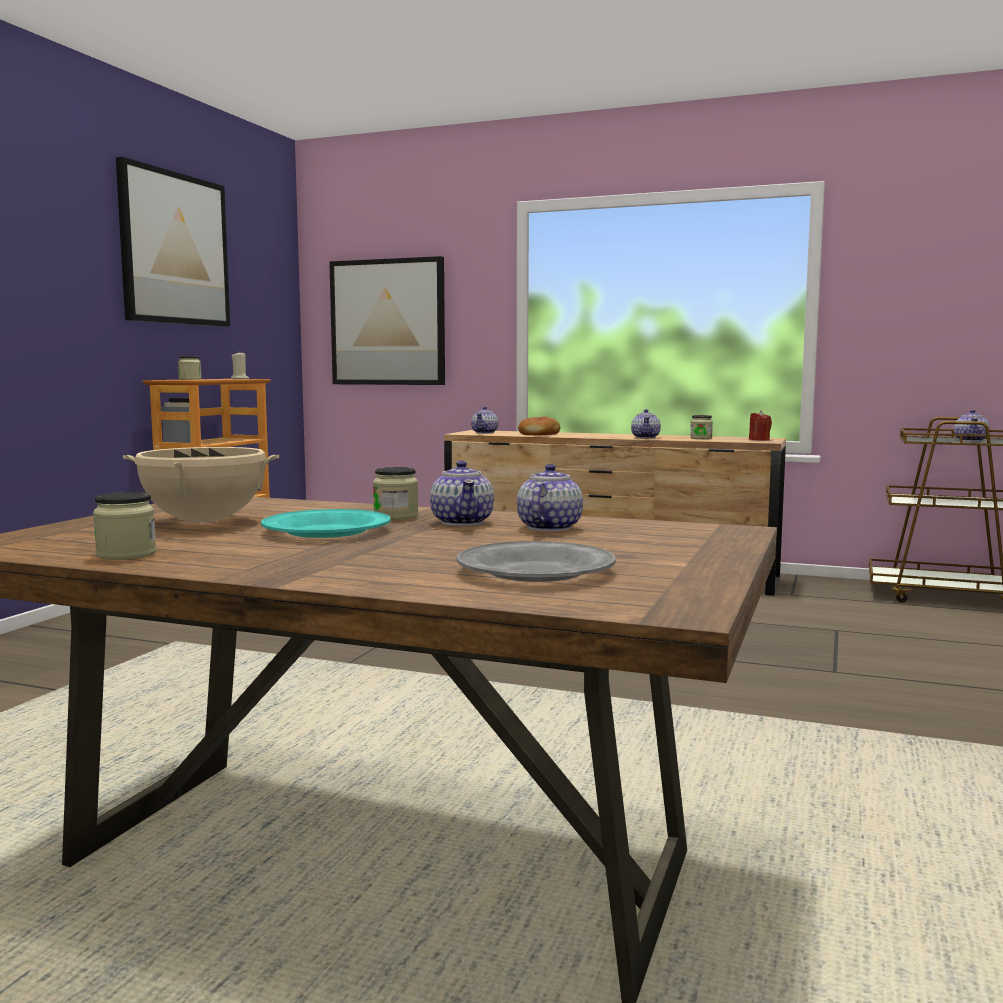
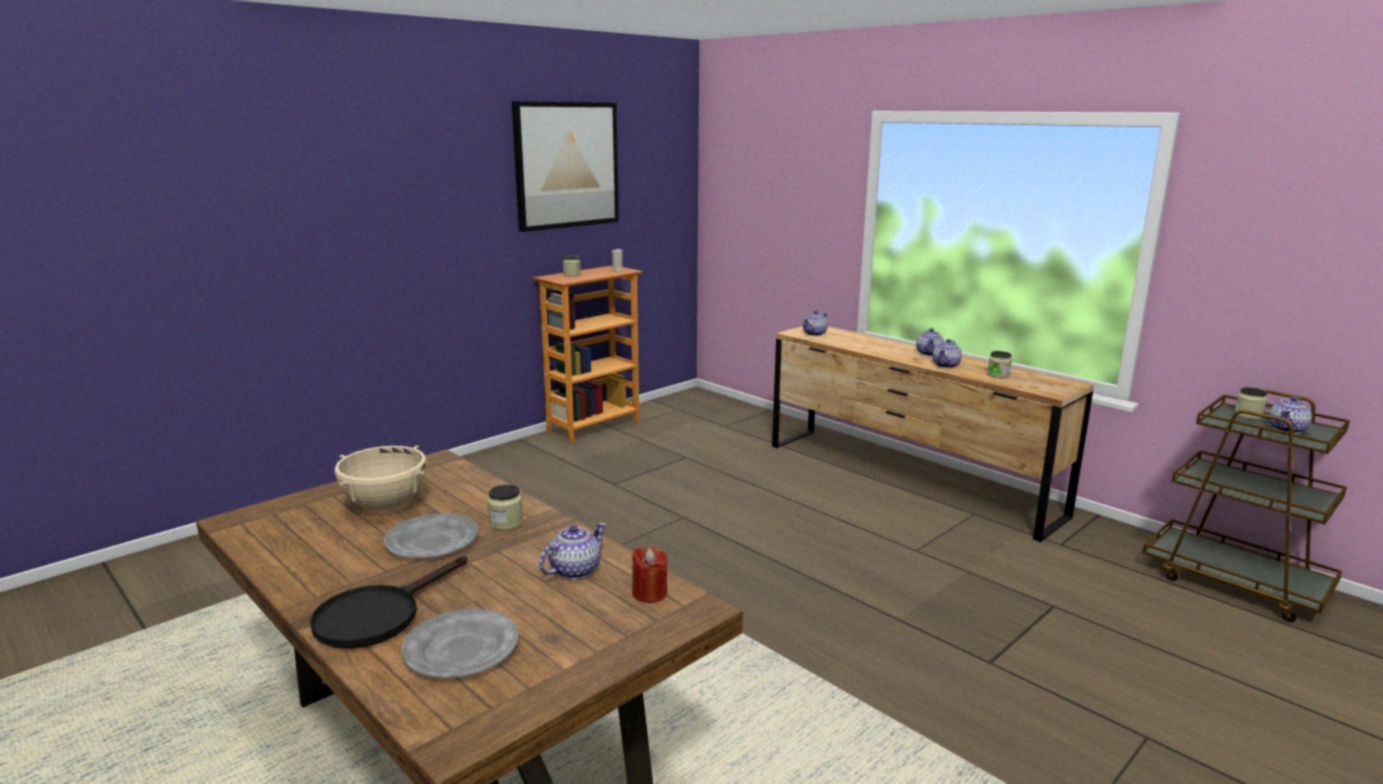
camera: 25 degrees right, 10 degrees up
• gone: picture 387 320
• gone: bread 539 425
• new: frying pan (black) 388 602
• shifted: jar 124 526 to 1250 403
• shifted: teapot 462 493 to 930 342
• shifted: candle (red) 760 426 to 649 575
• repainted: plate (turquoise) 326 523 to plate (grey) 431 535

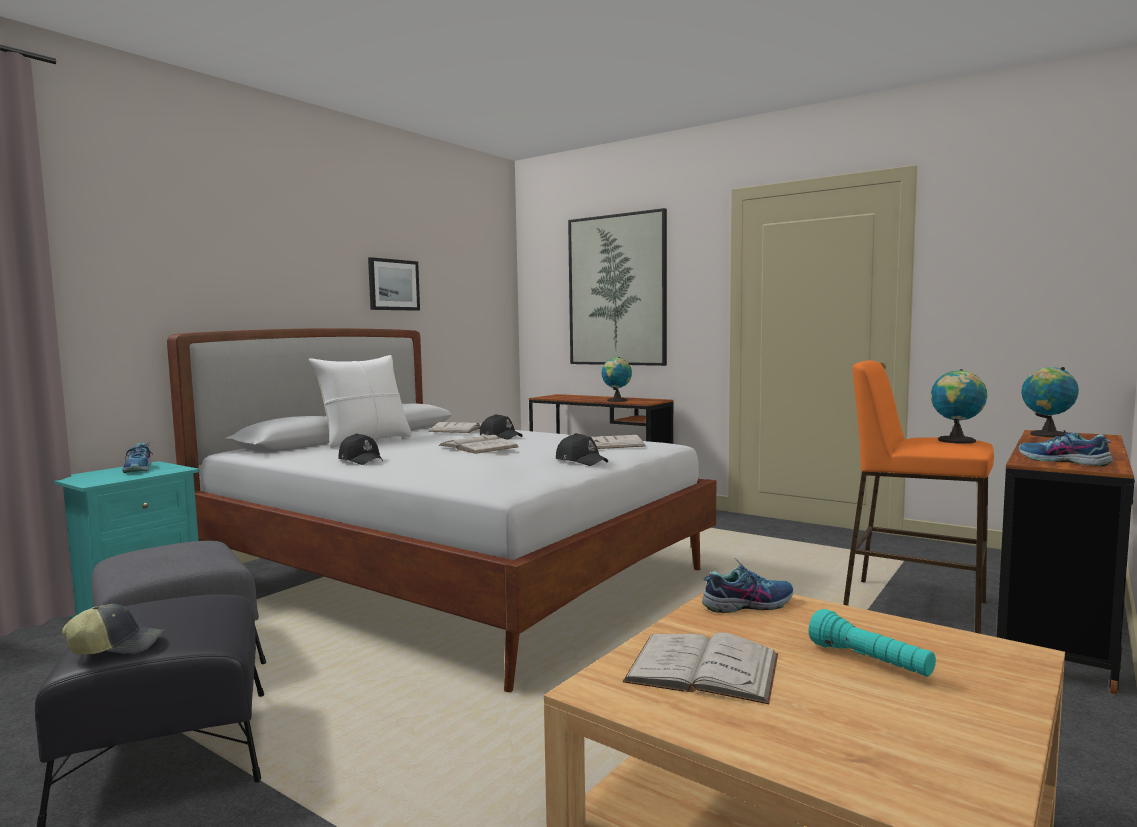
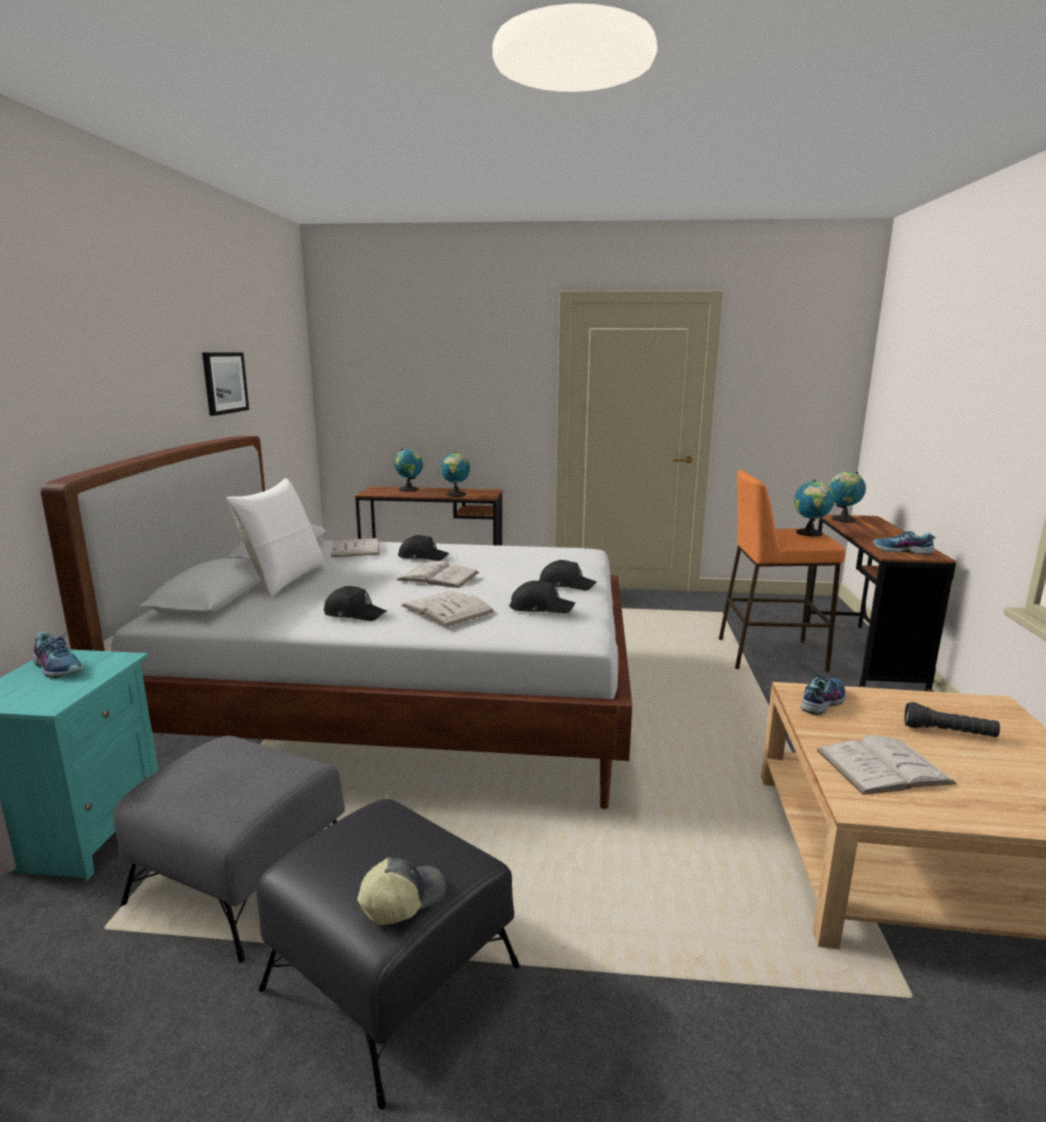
camera: 30 degrees left, 10 degrees up
• gone: picture 617 287
• new: globe 408 470
• new: cap (black) 542 597
• shifted: book (white) 618 442 to 448 609
• repainted: flashlight (turquoise) 872 643 to flashlight (black) 952 719

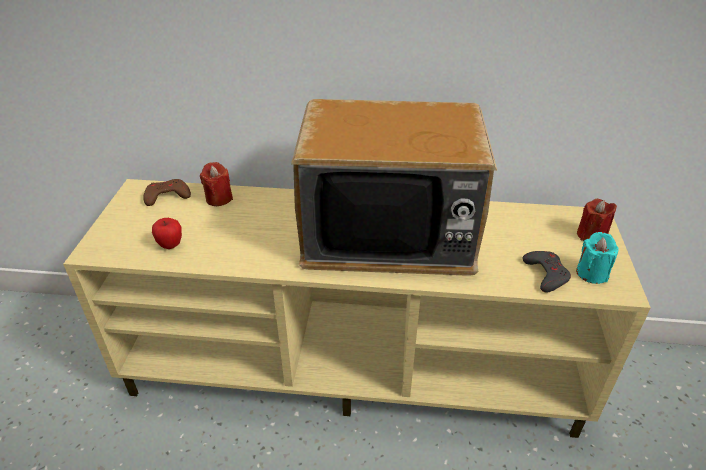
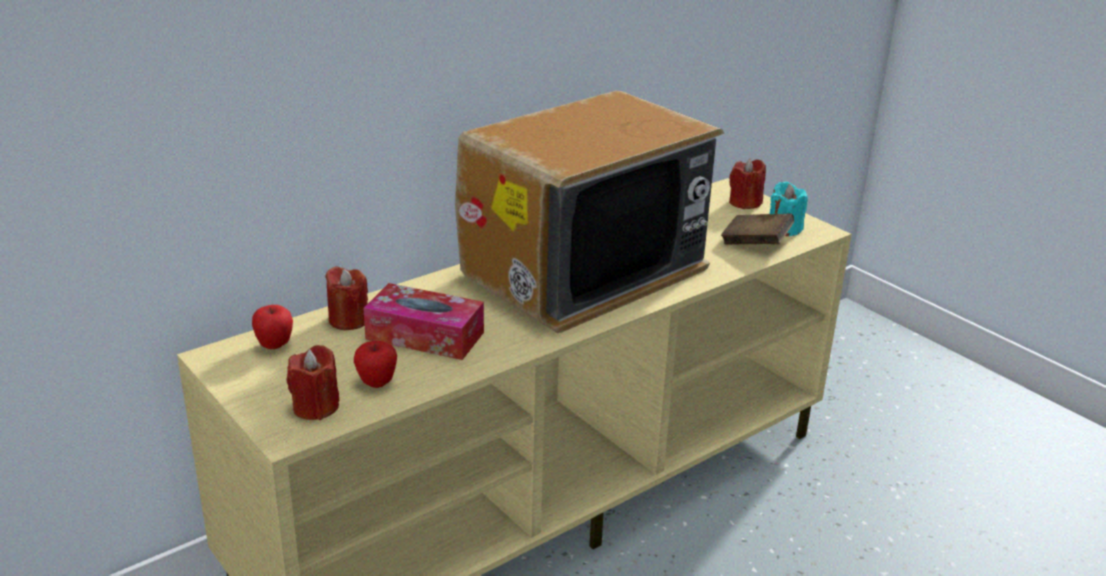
camera: 45 degrees left, 10 degrees down
• new: candle (red) 313 382
• new: tissue box 423 321
• swapped: game controller (brown) 167 192 to apple 272 327
• swapped: game controller (grey) 546 272 to book (brown) 757 229

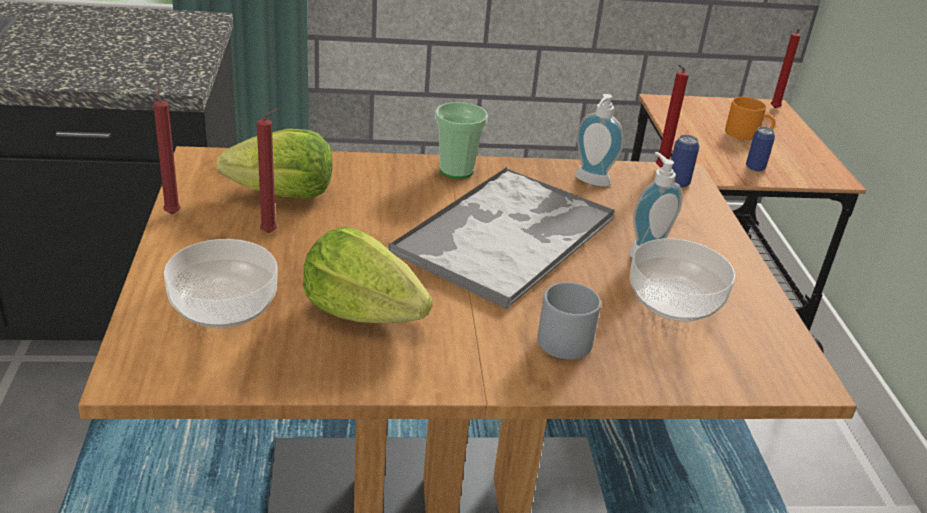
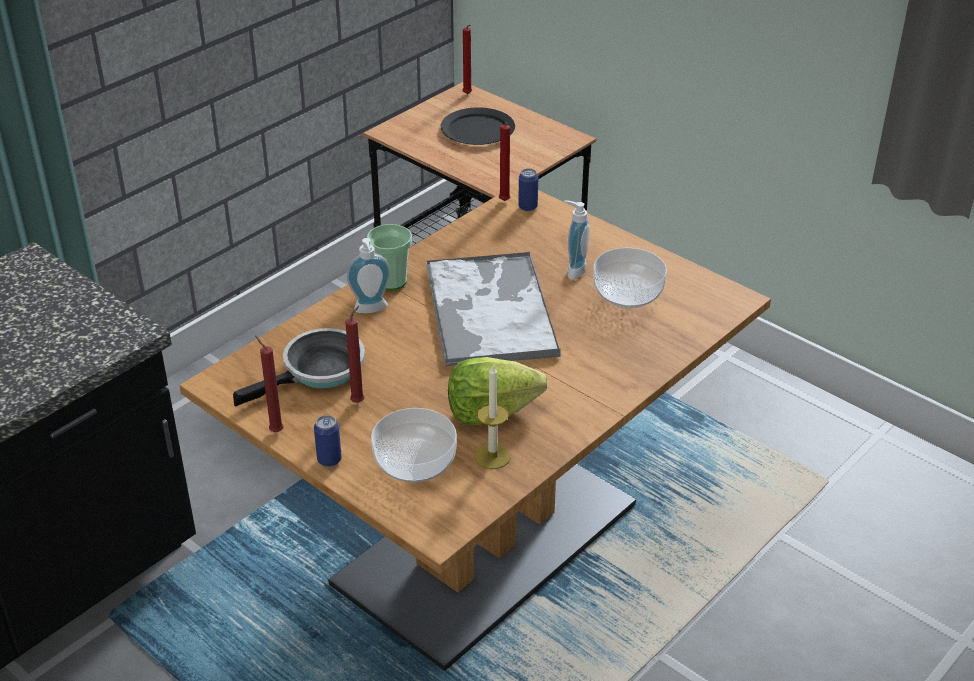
camera: 40 degrees left, 5 degrees up
• gone: mug (grey) 569 320
• new: candle 493 417
• shifted: soap dispenser 599 140 to 369 275
• shifted: can 760 149 to 328 441
• swapped: lettuce 274 163 to frying pan 299 367
• swapped: mug (orange) 750 118 to plate (black) 478 126

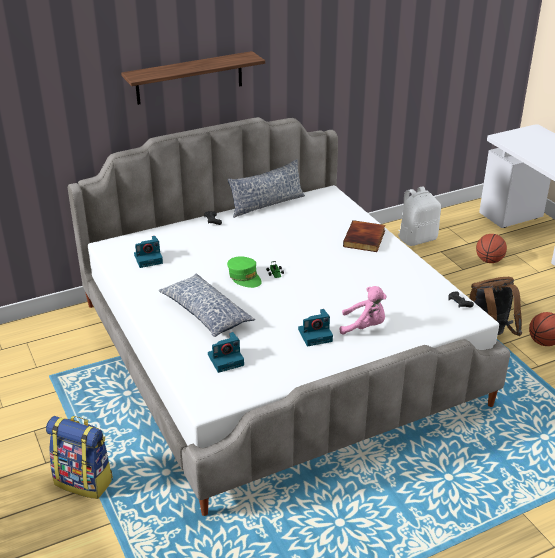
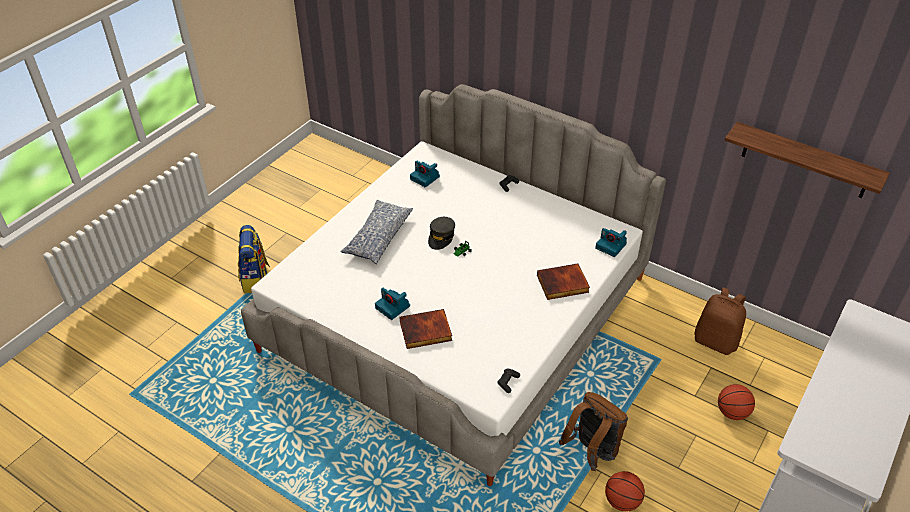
camera: 60 degrees right, 10 degrees up
• gone: pillow 266 188
• shifted: shelf 193 78 to 807 160
• shifted: photo camera 226 352 to 611 242
• swapped: plush toy (pink) 363 310 to book 426 329
• repainted: cap (green) 244 272 to cap (grey) 441 233
• repainted: backpack (white) 419 216 to backpack (brown) 720 321

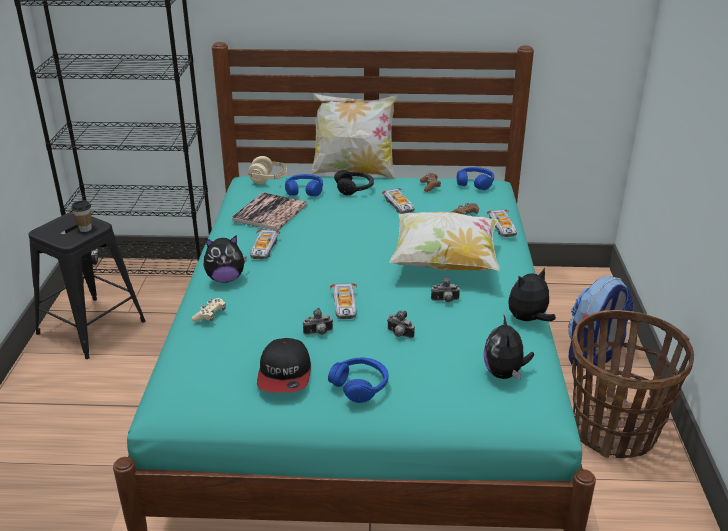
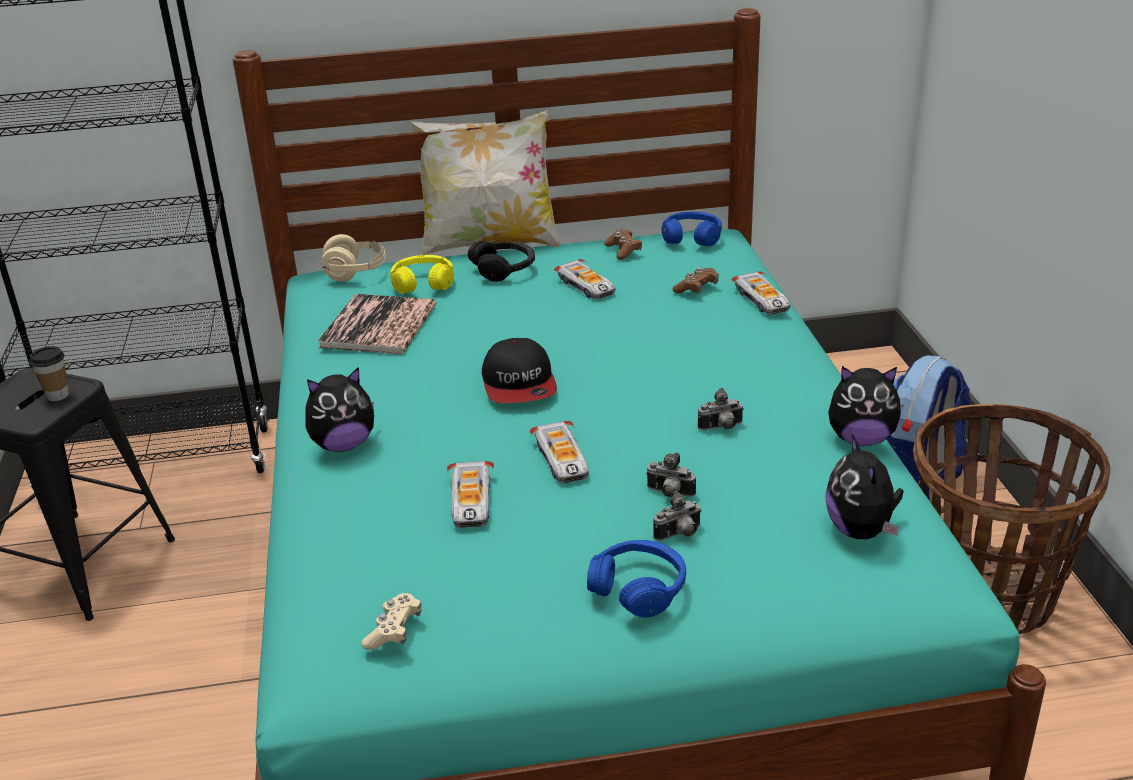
camera: 10 degrees left, 0 degrees up
• gone: pillow 444 241
• shifted: game controller (beige) 209 310 to 392 621
• shifted: toy car 265 245 to 470 494
• shifted: cap 284 365 to 519 370
• shifted: photo camera 318 321 to 677 516
• repainted: headphones (blue) 304 185 to headphones (yellow) 422 274
• rotated: plush toy 532 294 = 866 406 135 degrees counterclockwise

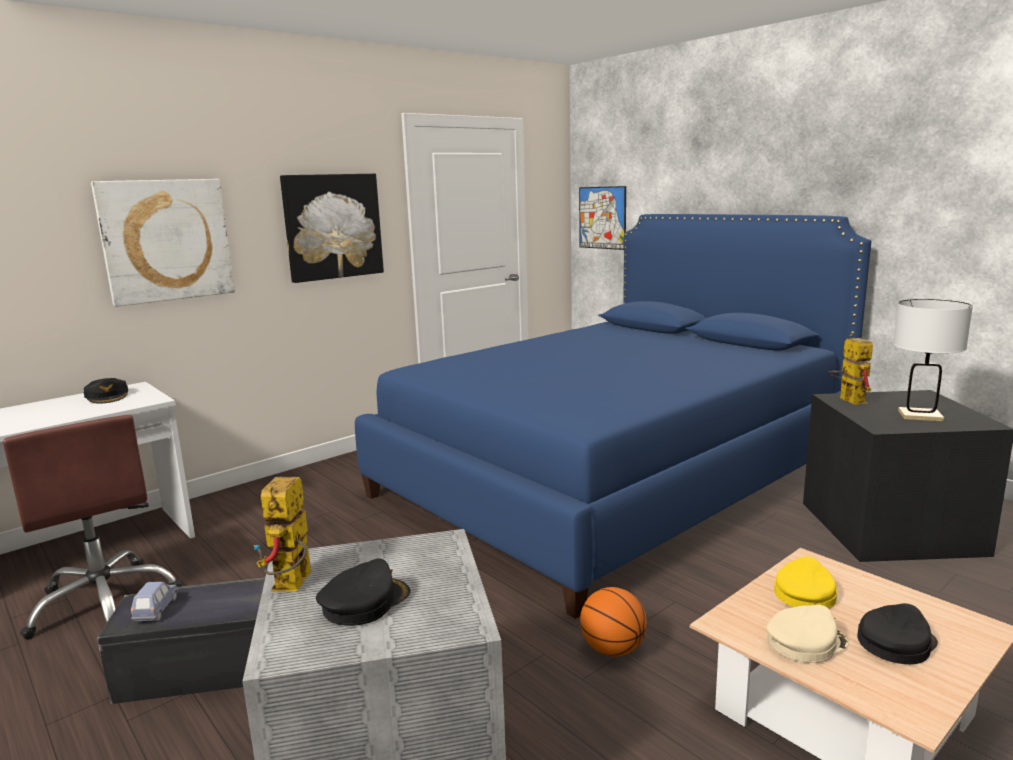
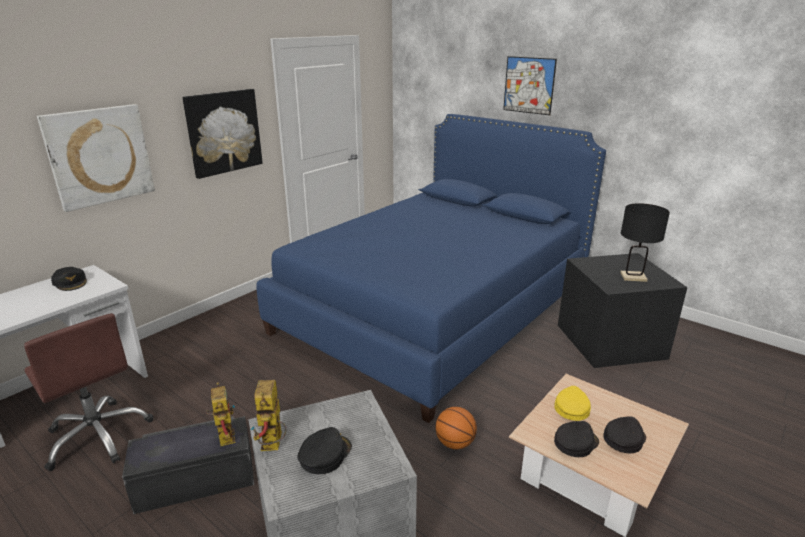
camera: 10 degrees left, 10 degrees up
• gone: toy car (blue) 154 602
• shifted: picture 602 218 to 530 85
• shifted: toy robot 850 369 to 220 414
• repainted: cap (beige) 807 634 to cap (black) 576 439
• repainted: table lamp (white) 933 360 to table lamp (black) 645 242

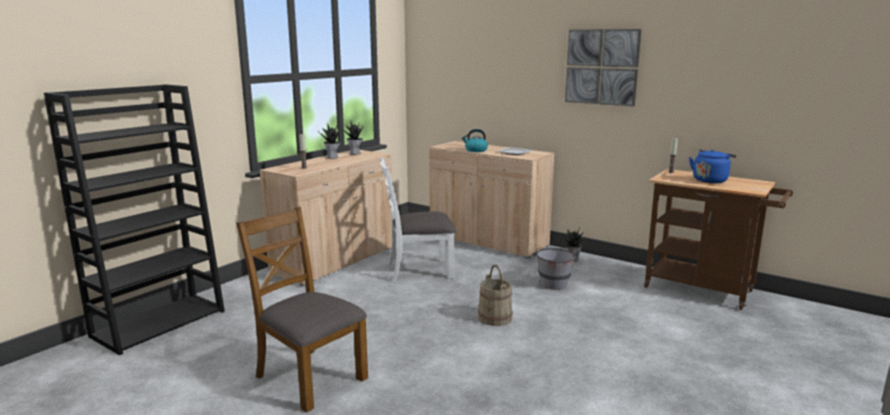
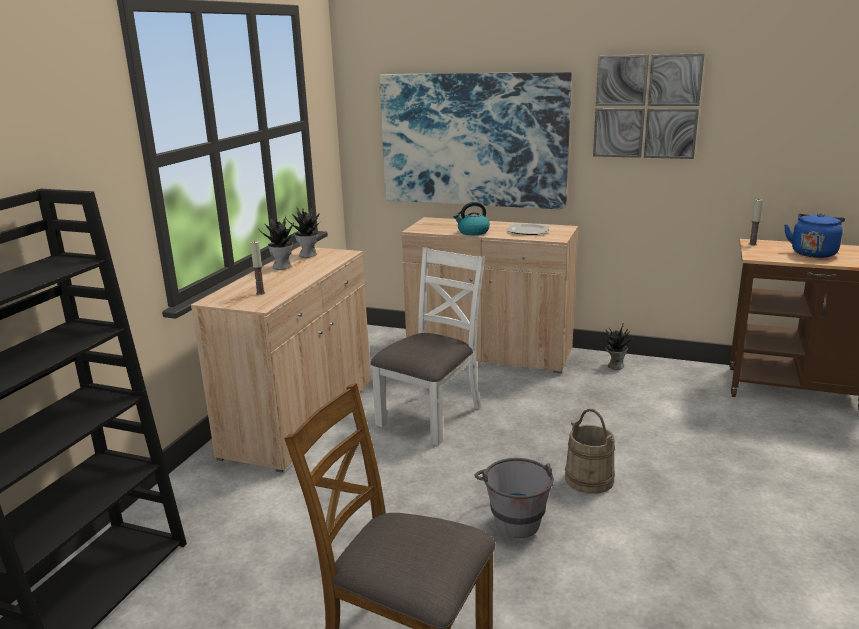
camera: 15 degrees left, 5 degrees up
• new: picture 475 141
• shifted: bucket (grey) 554 269 to 514 498
• rotated: chair (white) 418 219 = 427 346 150 degrees clockwise

